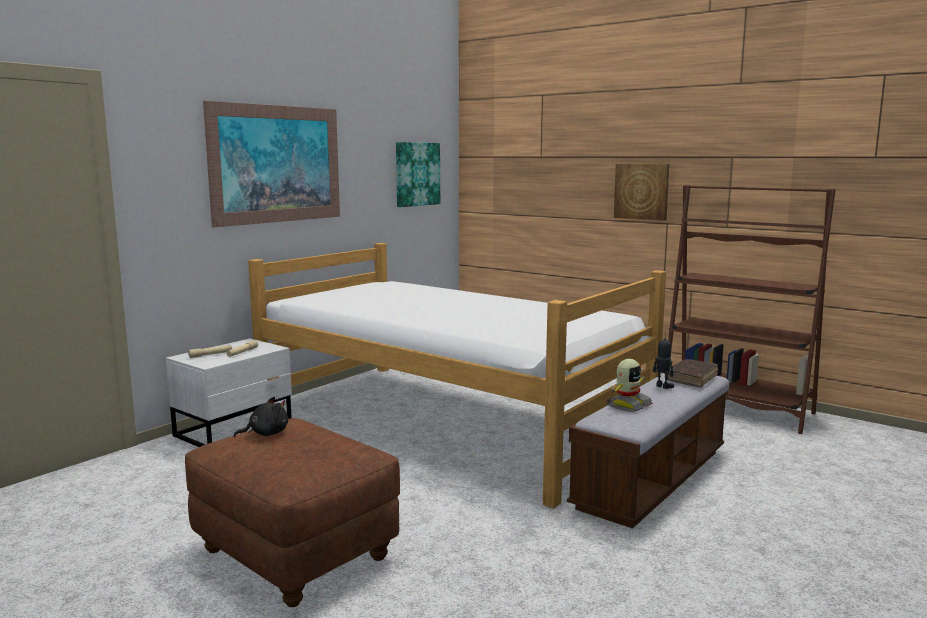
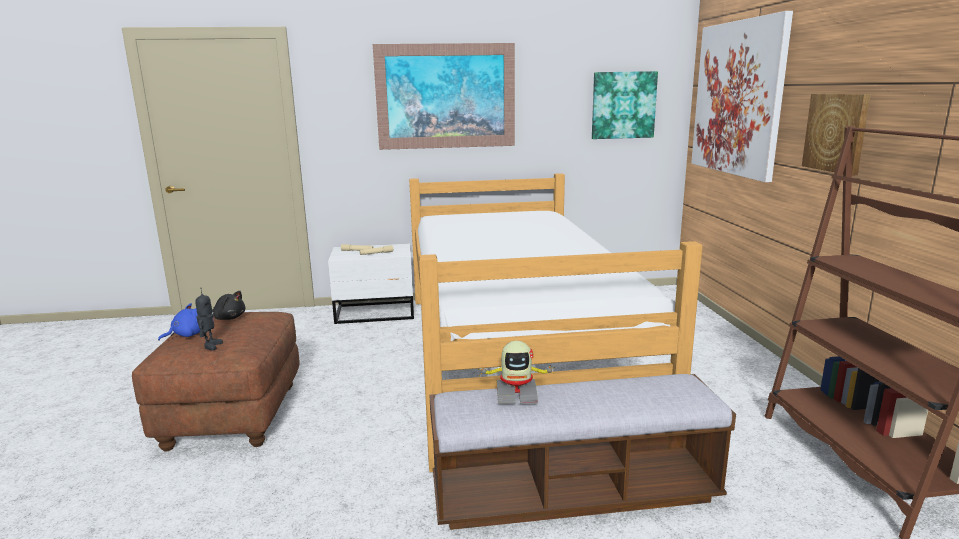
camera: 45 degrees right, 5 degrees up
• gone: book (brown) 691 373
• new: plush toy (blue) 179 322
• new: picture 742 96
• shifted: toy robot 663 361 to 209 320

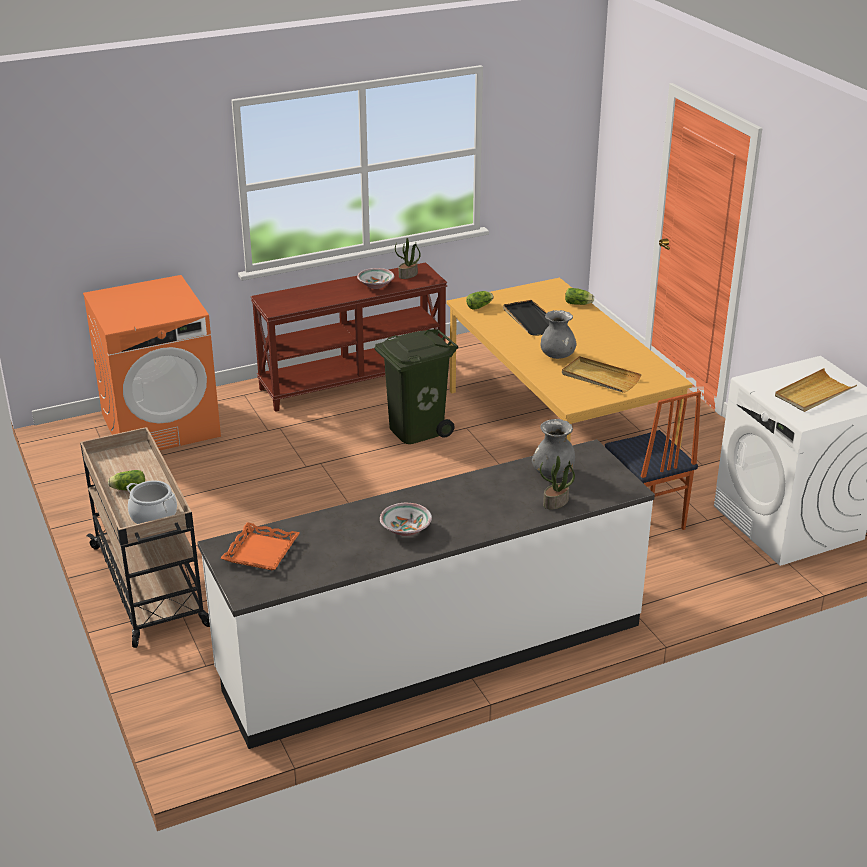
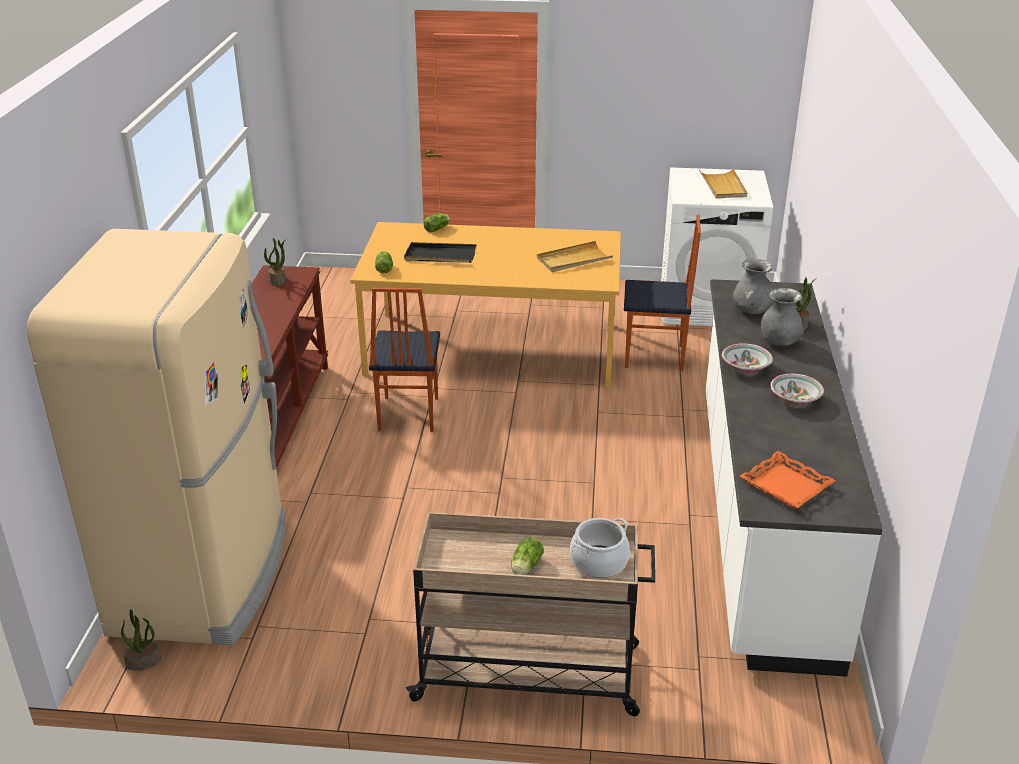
camera: 60 degrees left, 0 degrees up
• new: potted plant 141 640
• shifted: bowl 375 278 to 747 358
• shifted: vase (grey) 558 334 to 782 317
• swapped: washing machine (orange) 152 363 to fridge (beige) 156 437
• swapped: trash can (green) 416 386 to chair 404 360

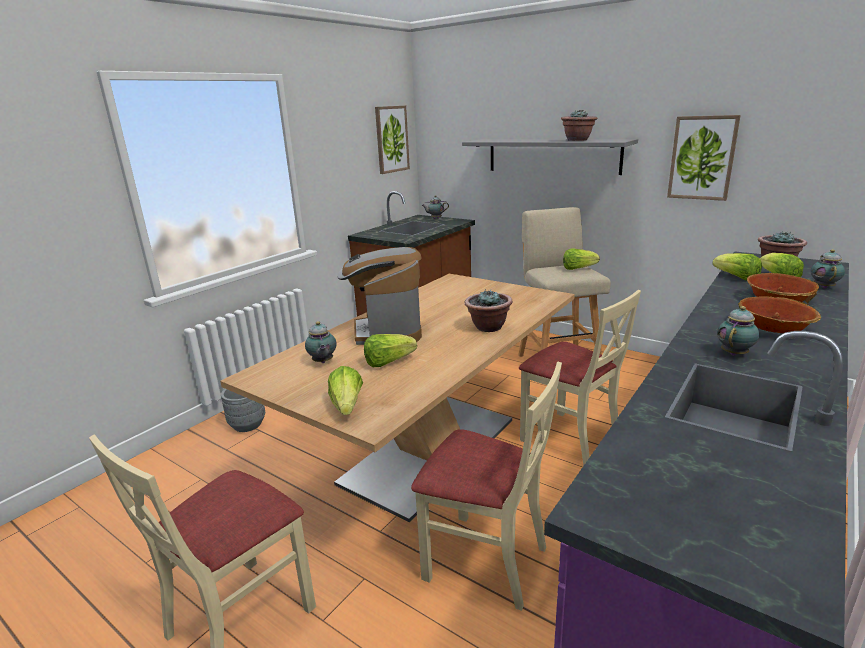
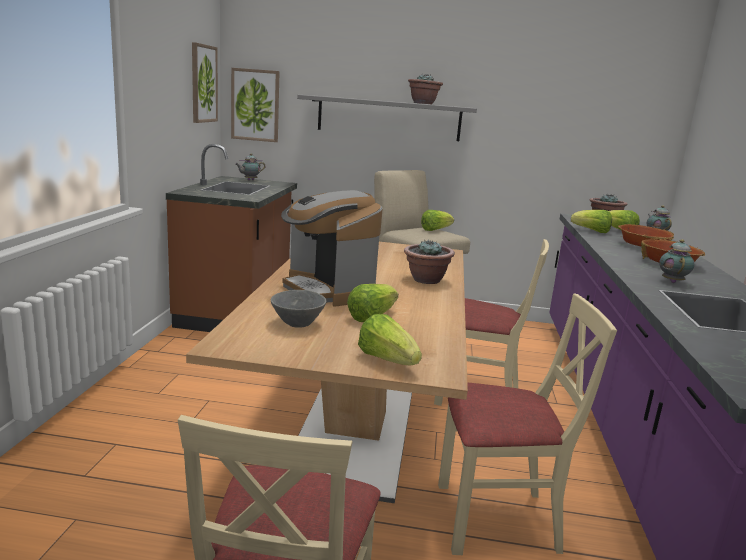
camera: 30 degrees left, 5 degrees down
• gone: planter (grey) 243 410
• shifted: picture 704 158 to 255 105
• swapped: teapot 321 342 to bowl (grey) 298 309

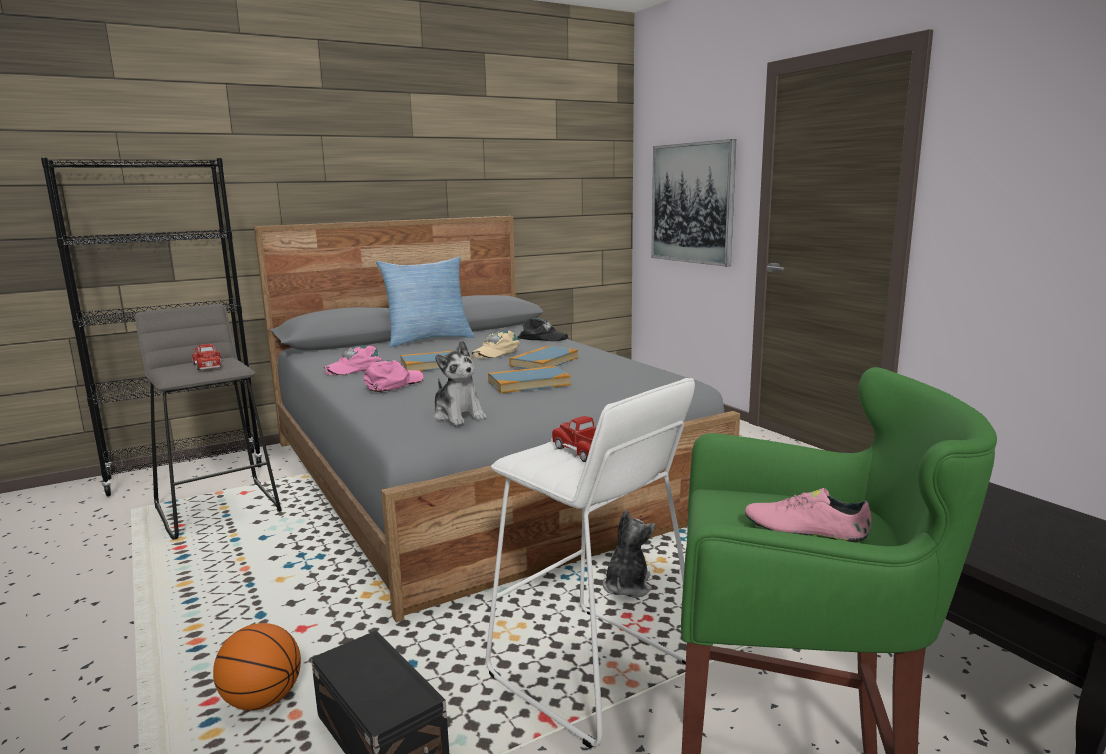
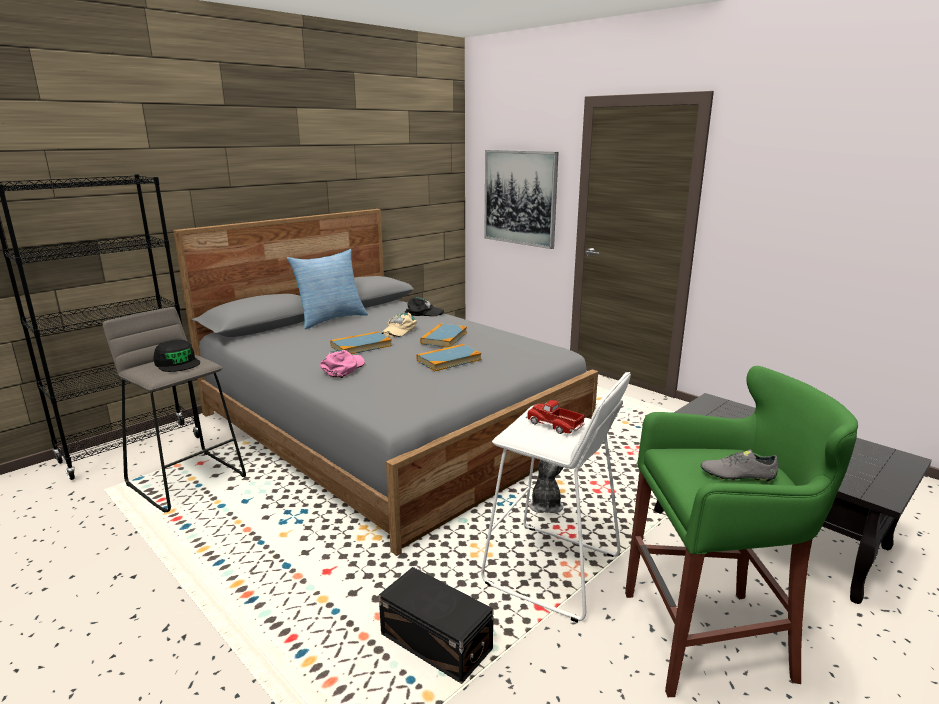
camera: 15 degrees left, 5 degrees up
• gone: basketball 257 667
• gone: cap (pink) 353 360
• gone: plush toy 460 382
• swapped: toy truck 207 357 to cap (black) 177 356
• repainted: shoe (pink) 808 515 to shoe (grey) 740 465

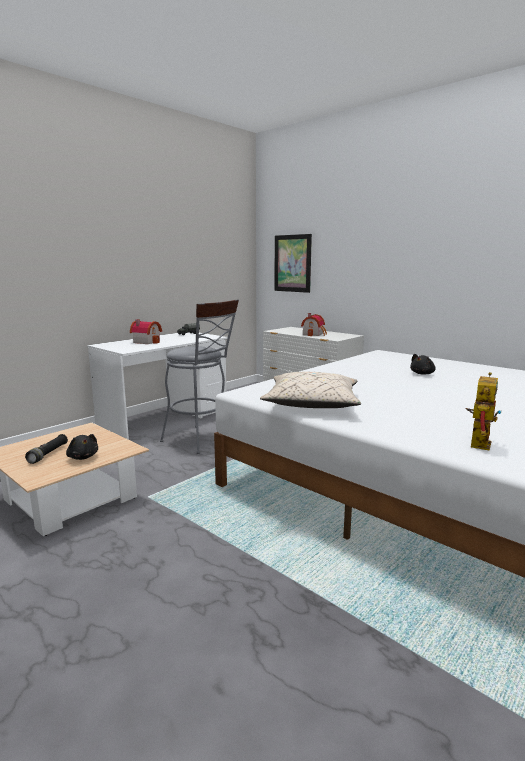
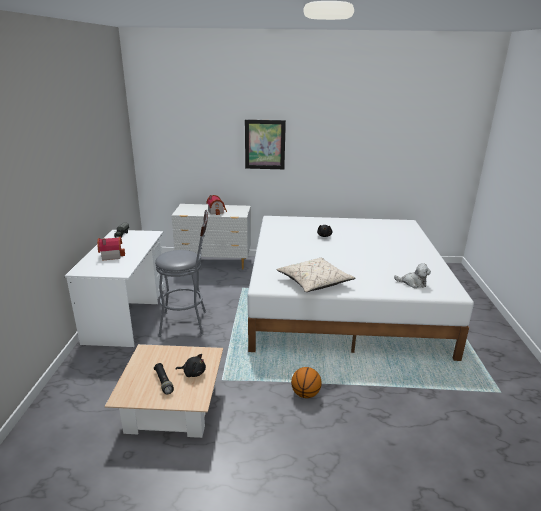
camera: 40 degrees left, 10 degrees up
• new: basketball 306 382
• shifted: picture 293 263 to 265 144
• swapped: toy robot 483 411 to plush toy 412 275

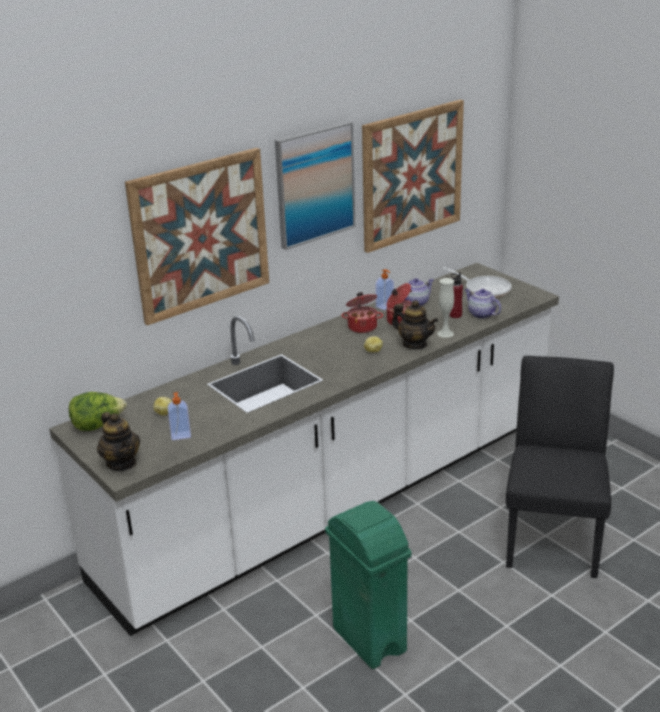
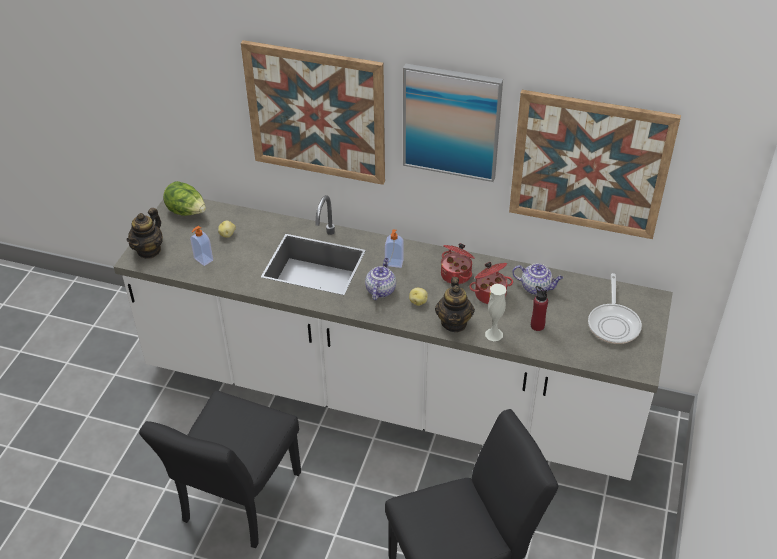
camera: 55 degrees right, 15 degrees up
• shifted: soap dispenser 385 289 to 394 248
• shifted: teapot 483 304 to 380 279
• swapped: trash can (green) 368 585 to chair (black) 220 469

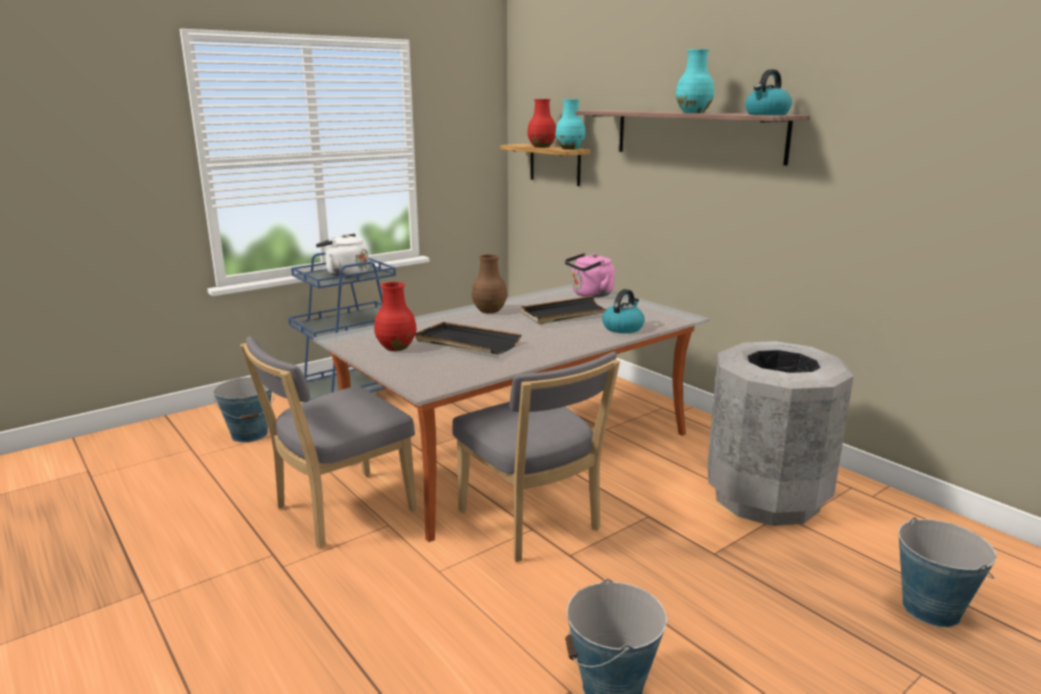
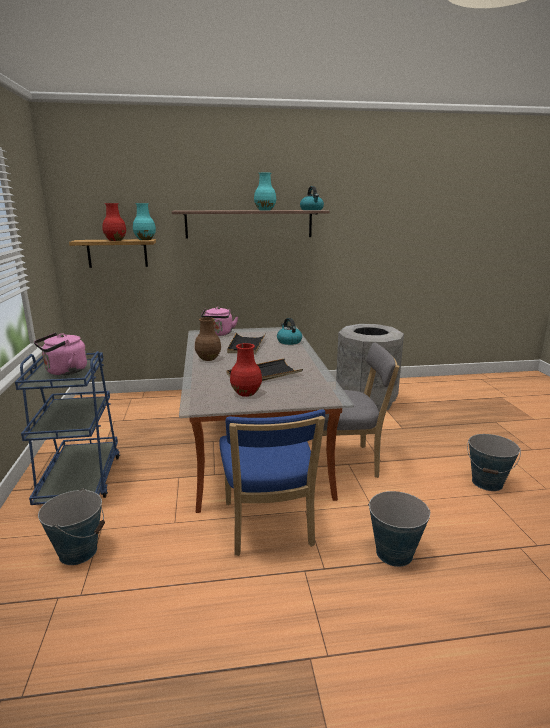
camera: 60 degrees left, 0 degrees up
• shifted: bucket 947 572 to 399 529
• repainted: chair (grey) 329 442 to chair (blue) 272 483
• repainted: kettle (white) 342 255 to kettle (pink) 60 354

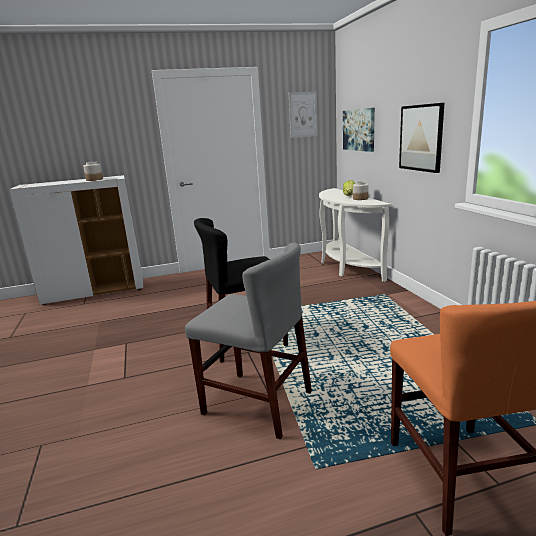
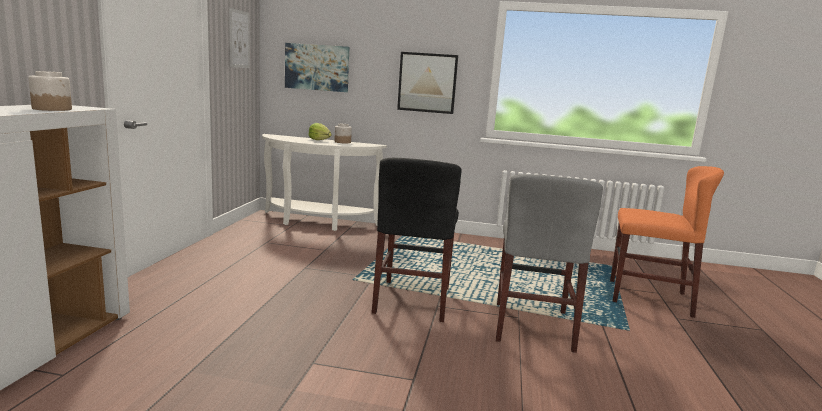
camera: 65 degrees left, 5 degrees down
• rotated: chair (grey) 248 340 = 549 263 135 degrees clockwise

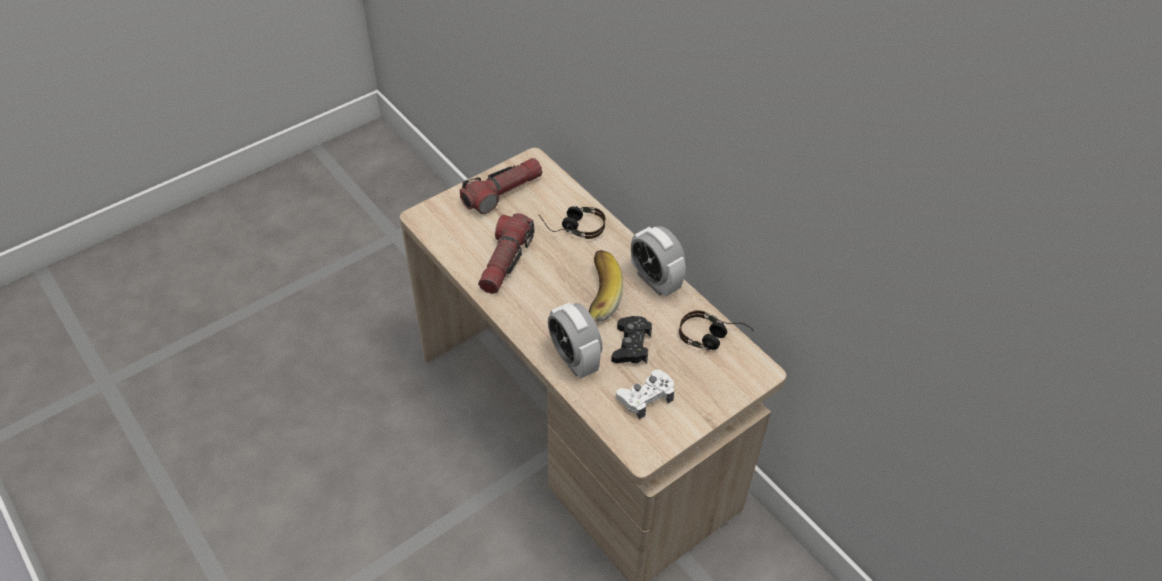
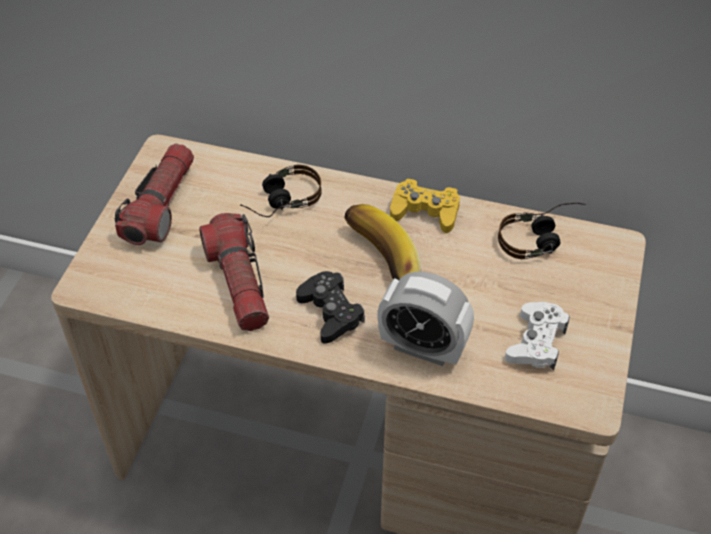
camera: 35 degrees left, 0 degrees up
• shifted: game controller (black) 631 339 to 330 307
• swapped: alarm clock 658 261 to game controller (yellow) 425 205

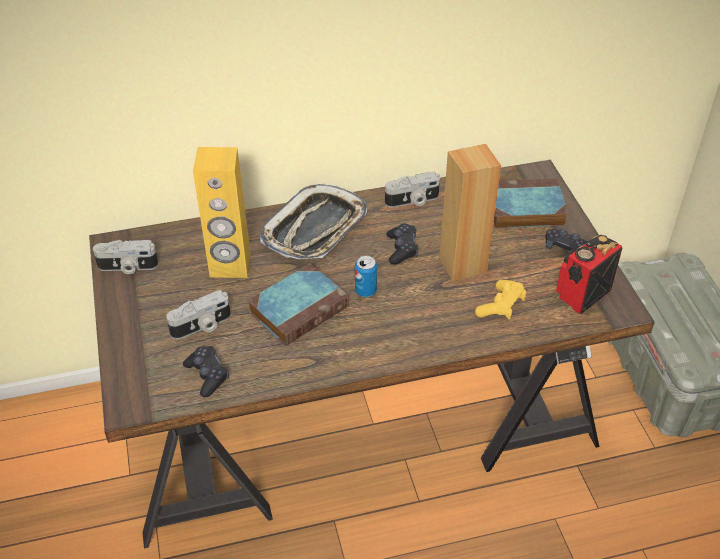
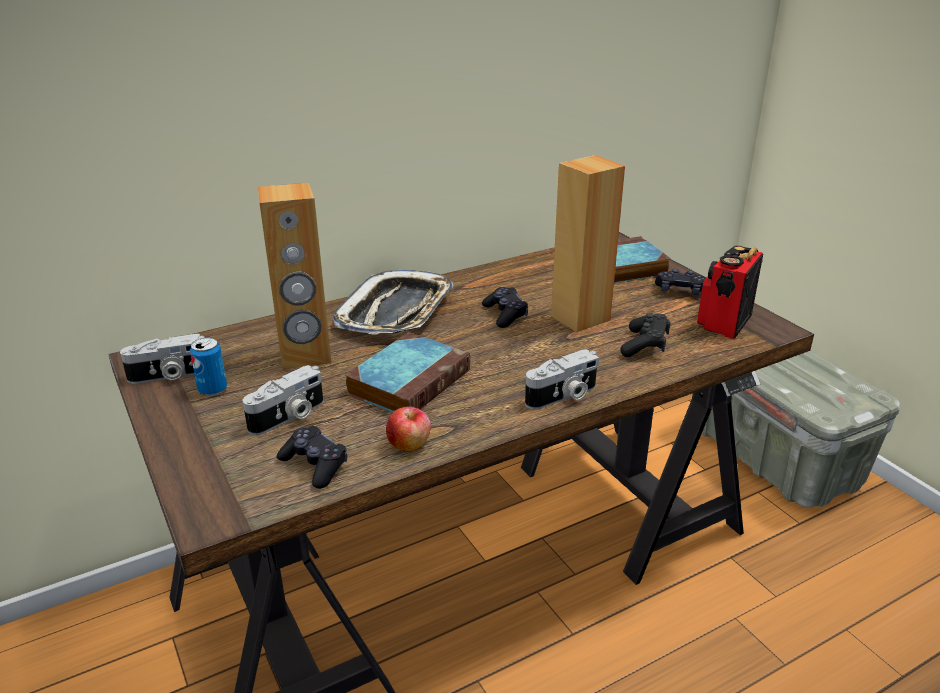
camera: 15 degrees left, 15 degrees down
• new: apple 408 429
• shifted: can 366 276 to 208 367
• shifted: photo camera 412 190 to 562 379
• repainted: speaker (yellow) 222 212 to speaker (brown) 294 276
• repainted: game controller (yellow) 500 299 to game controller (black) 645 335

